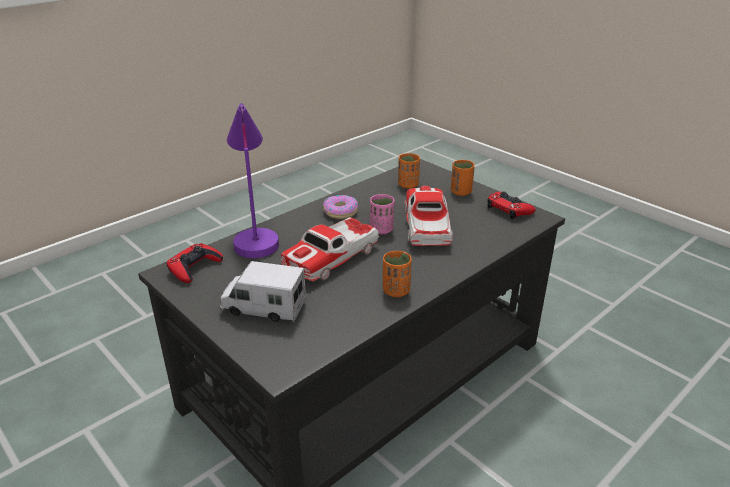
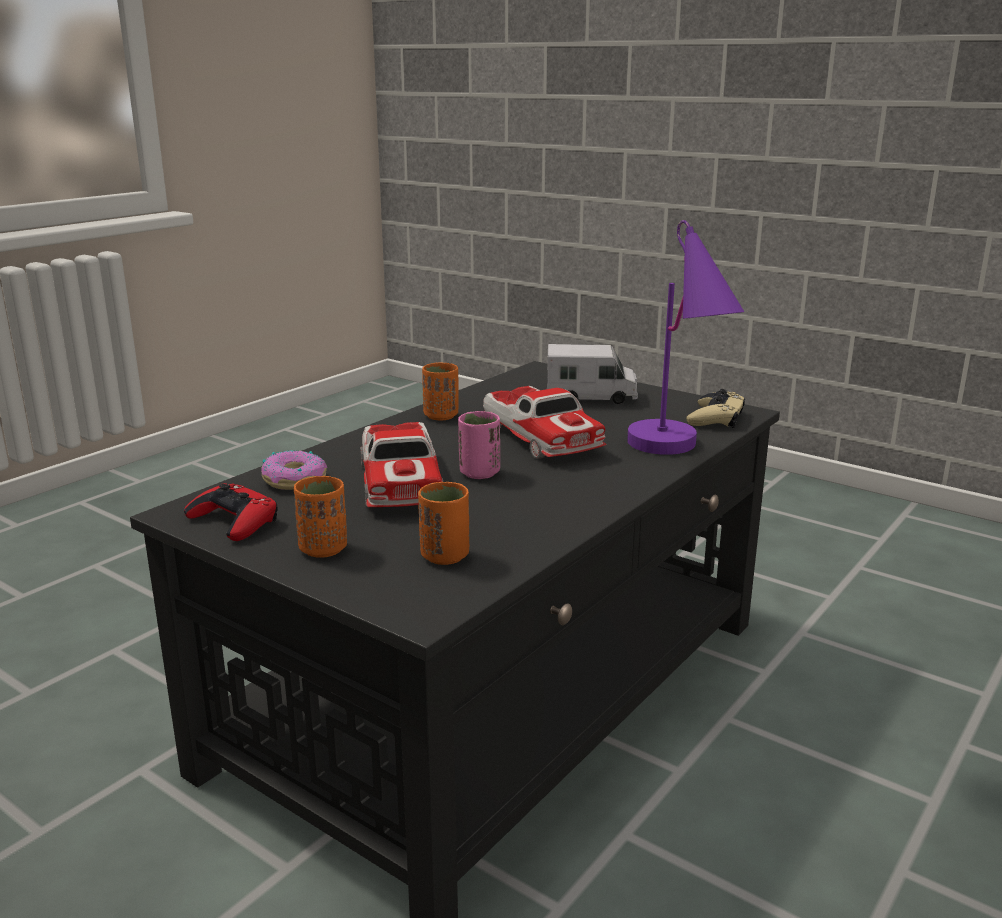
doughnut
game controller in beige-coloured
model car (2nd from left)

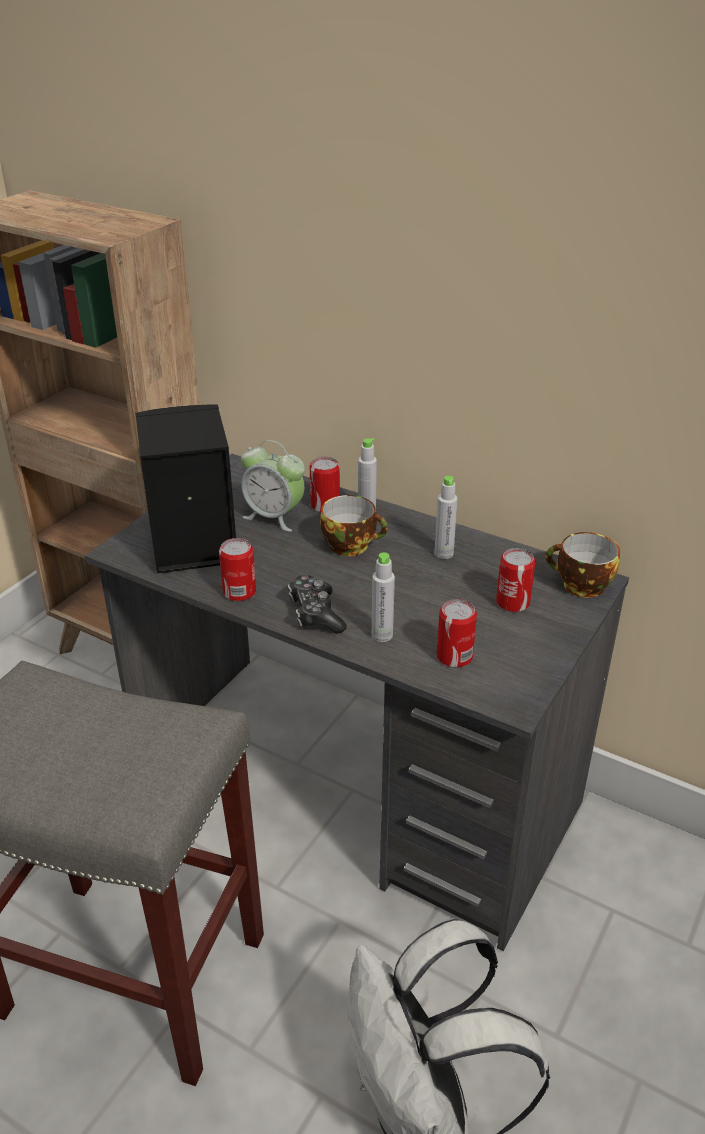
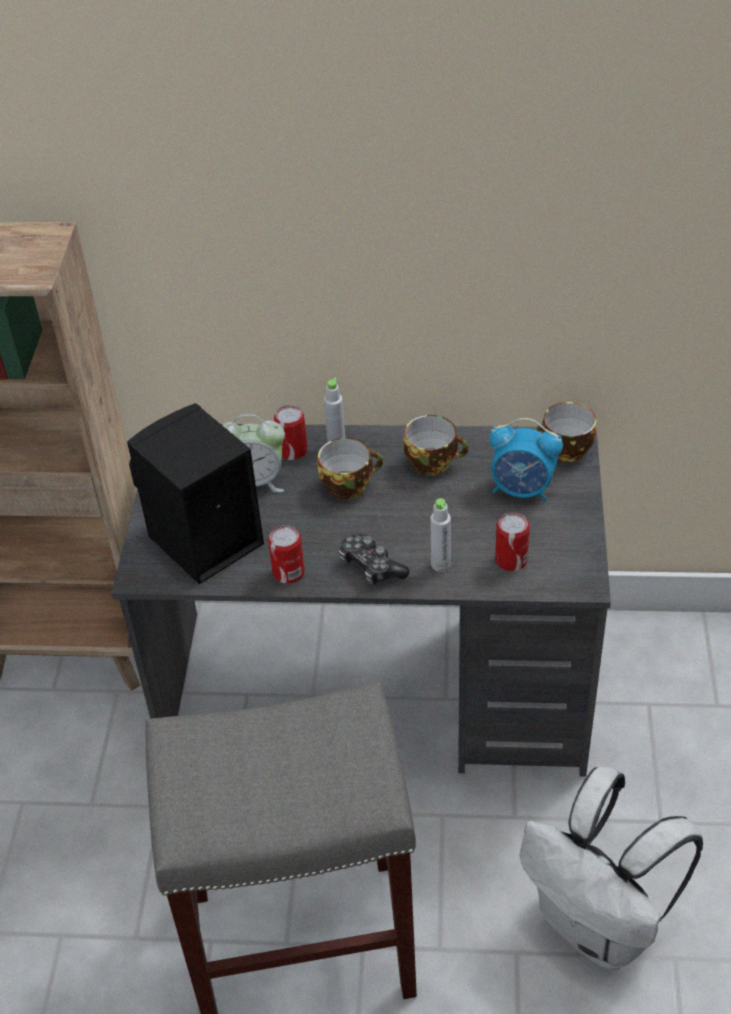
drinking cup (2nd from left)
alarm clock (2nd from left)

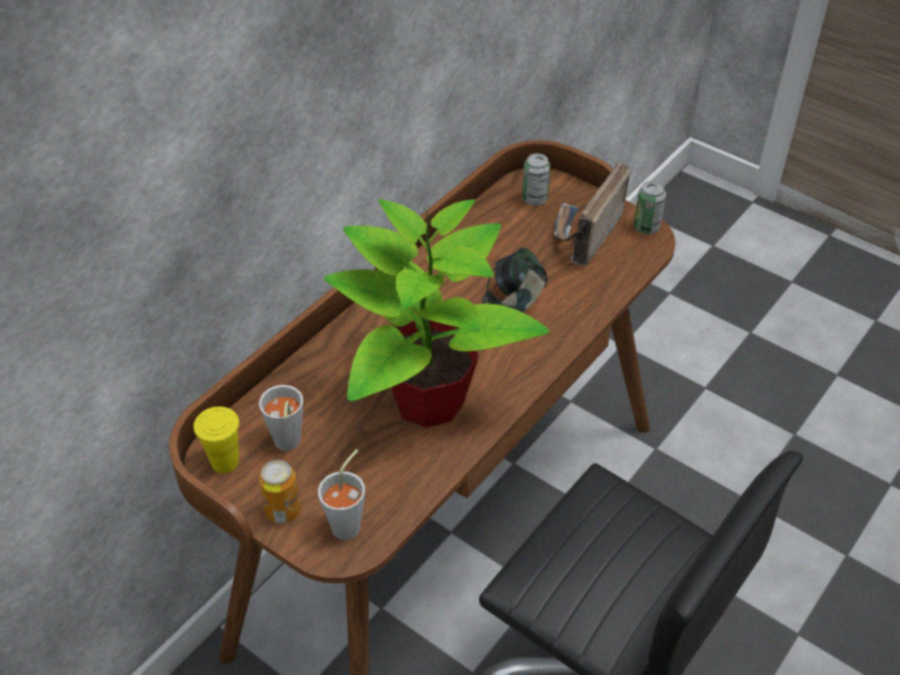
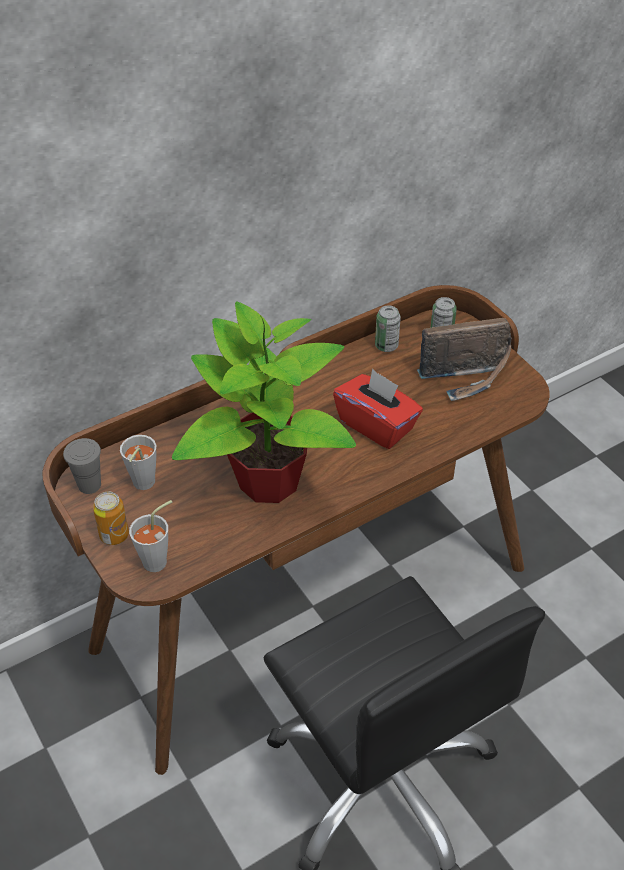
can (2nd from left)
box of tissues in reddish
drinking cup in grey (1st from left)
radio set

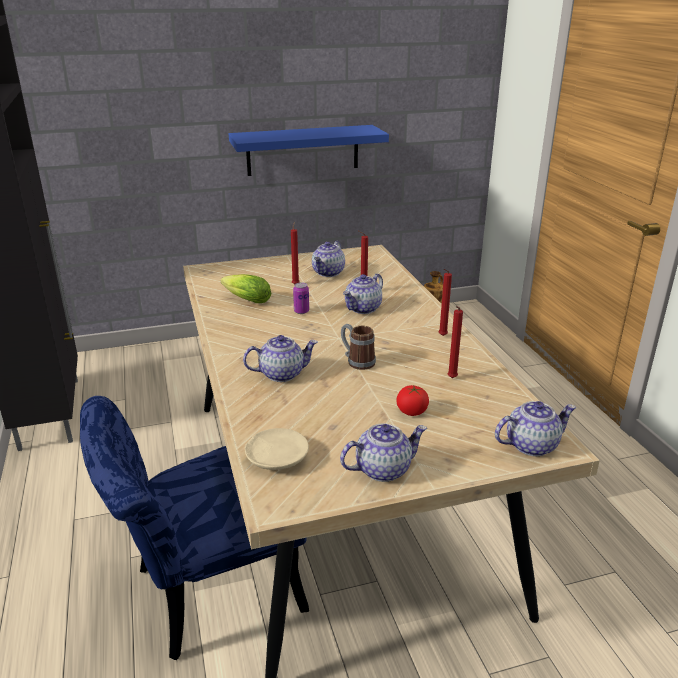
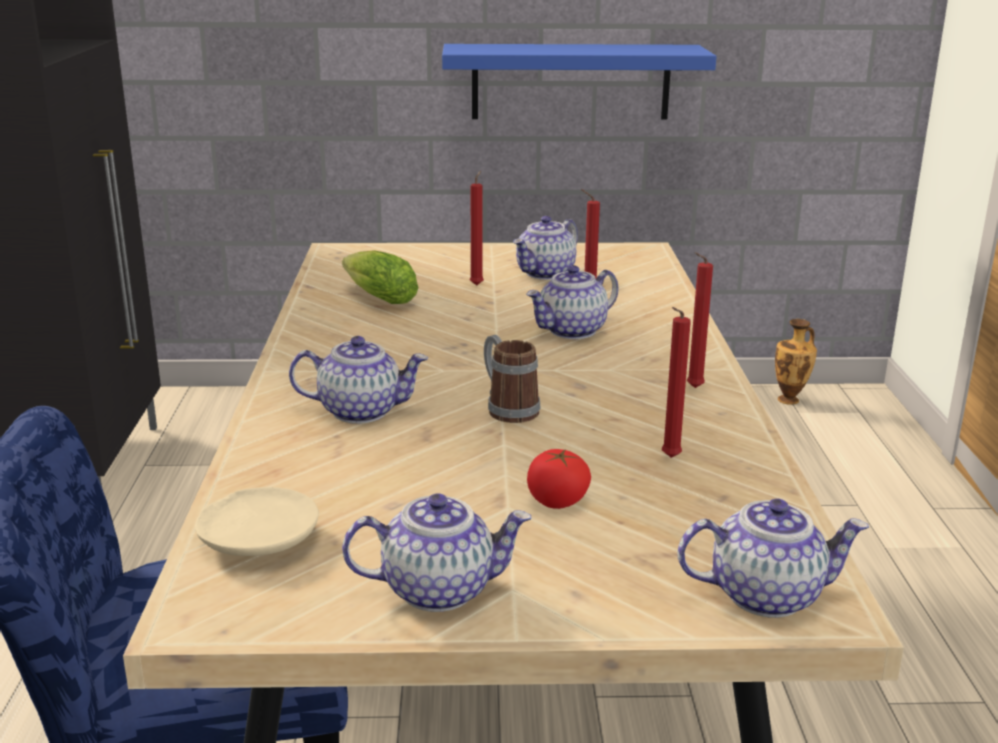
can

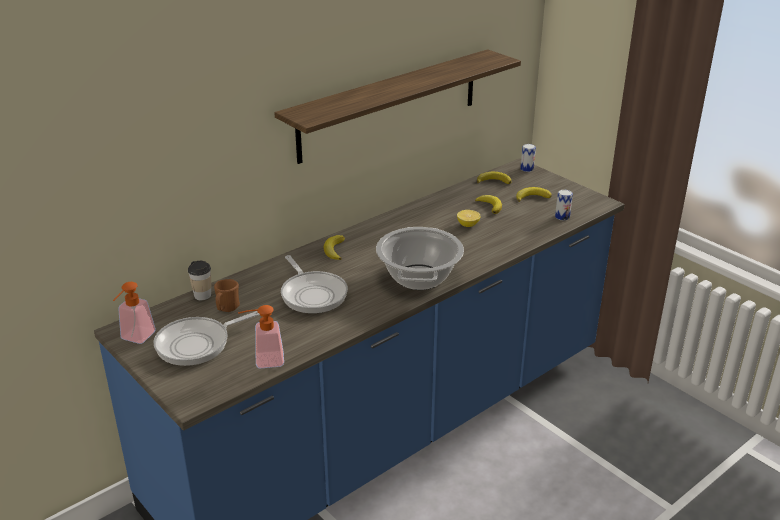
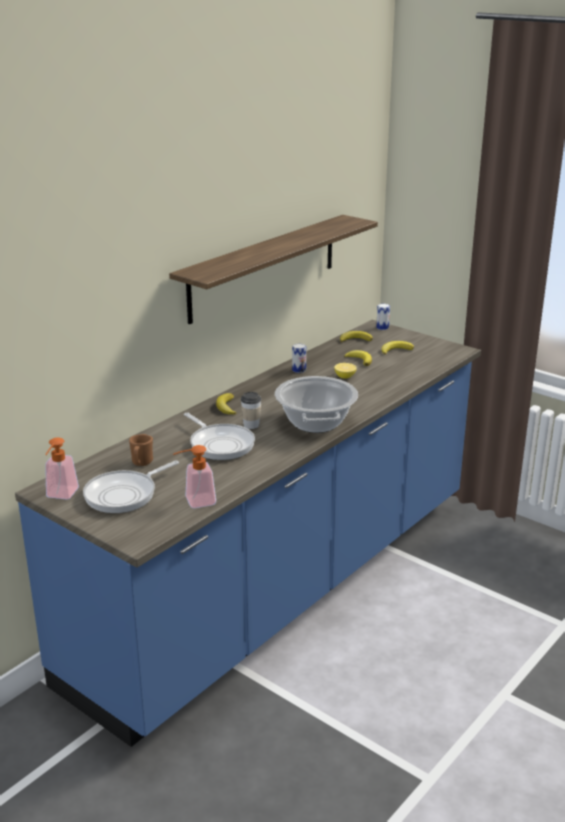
drinking cup
can (1st from left)

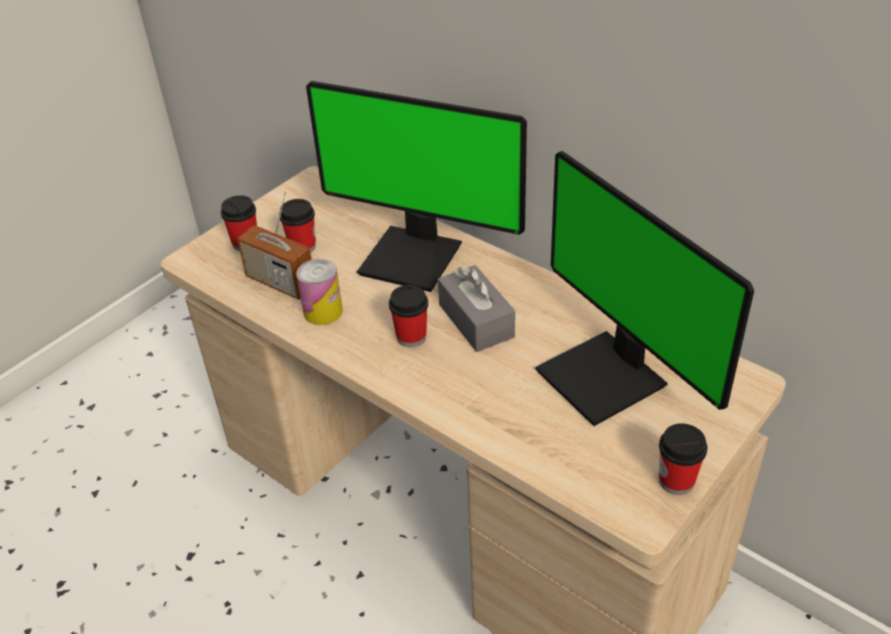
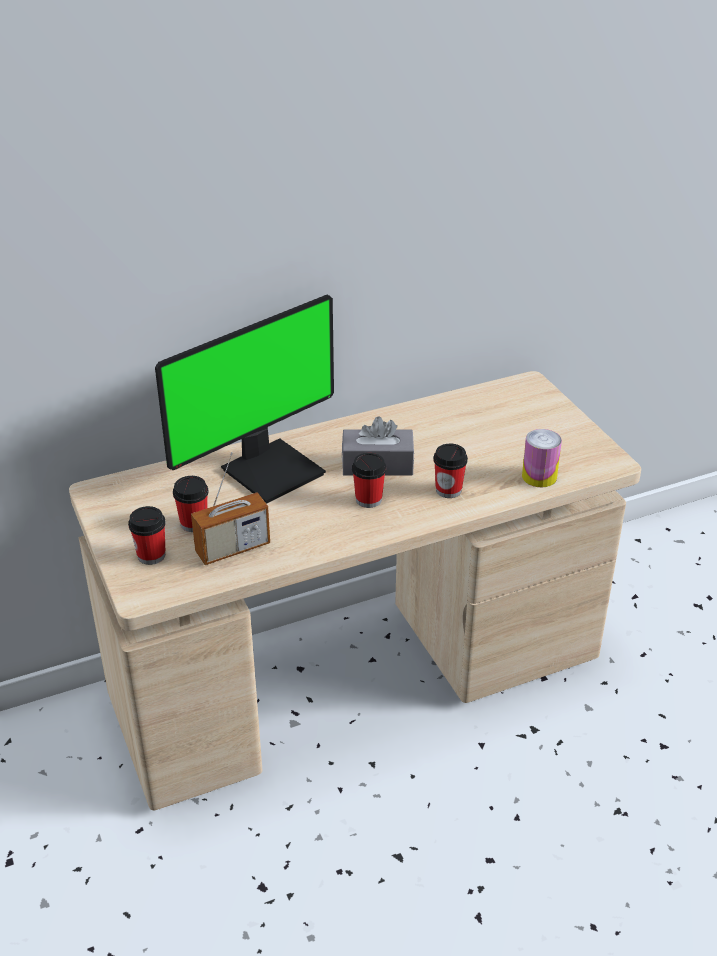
monitor (2nd from left in the first image)
can
drinking cup (4th from left)

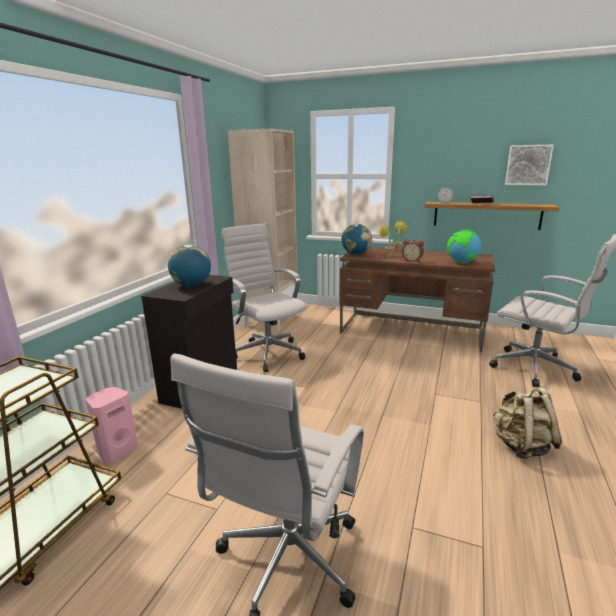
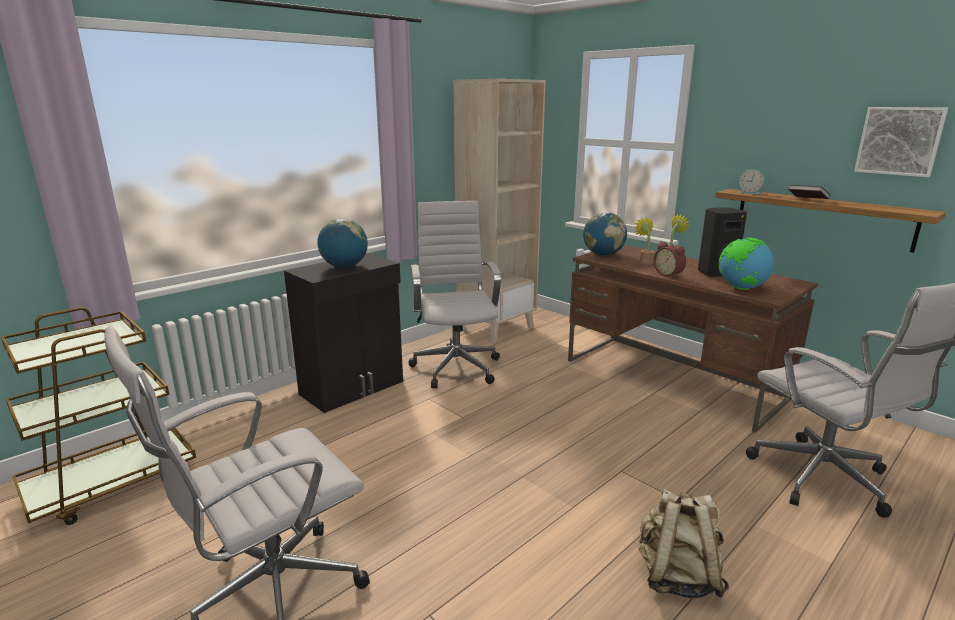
audio speaker in pink-coloured
audio speaker in blackish

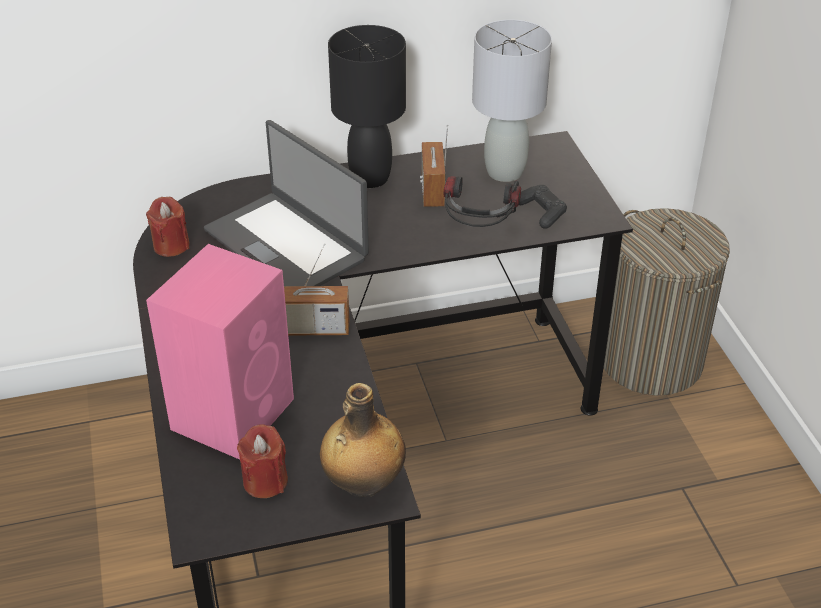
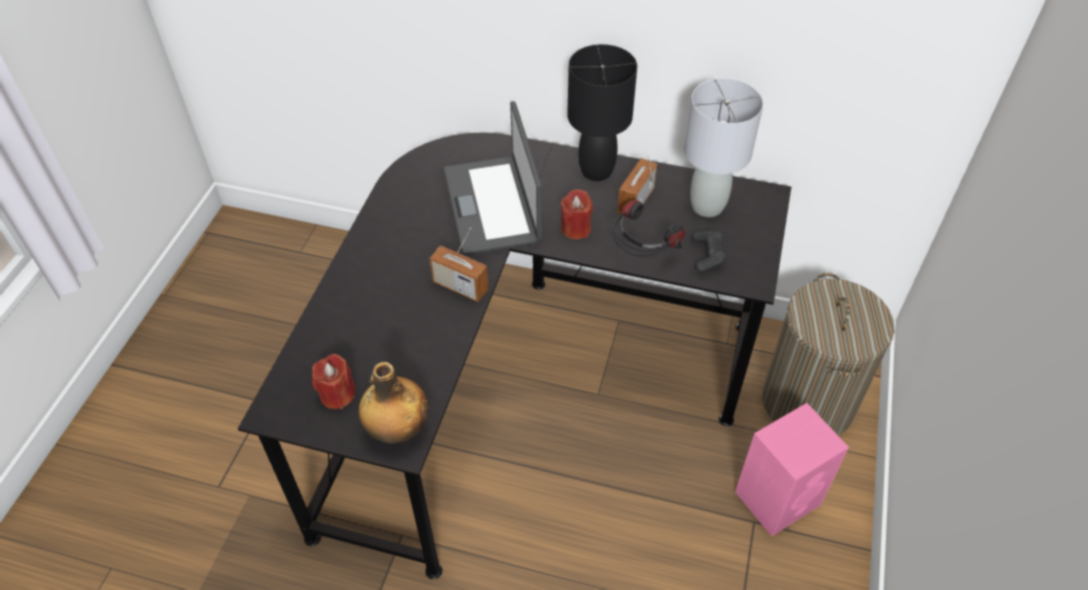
wax light in reddish (2nd from left)
audio speaker in pink-coloured

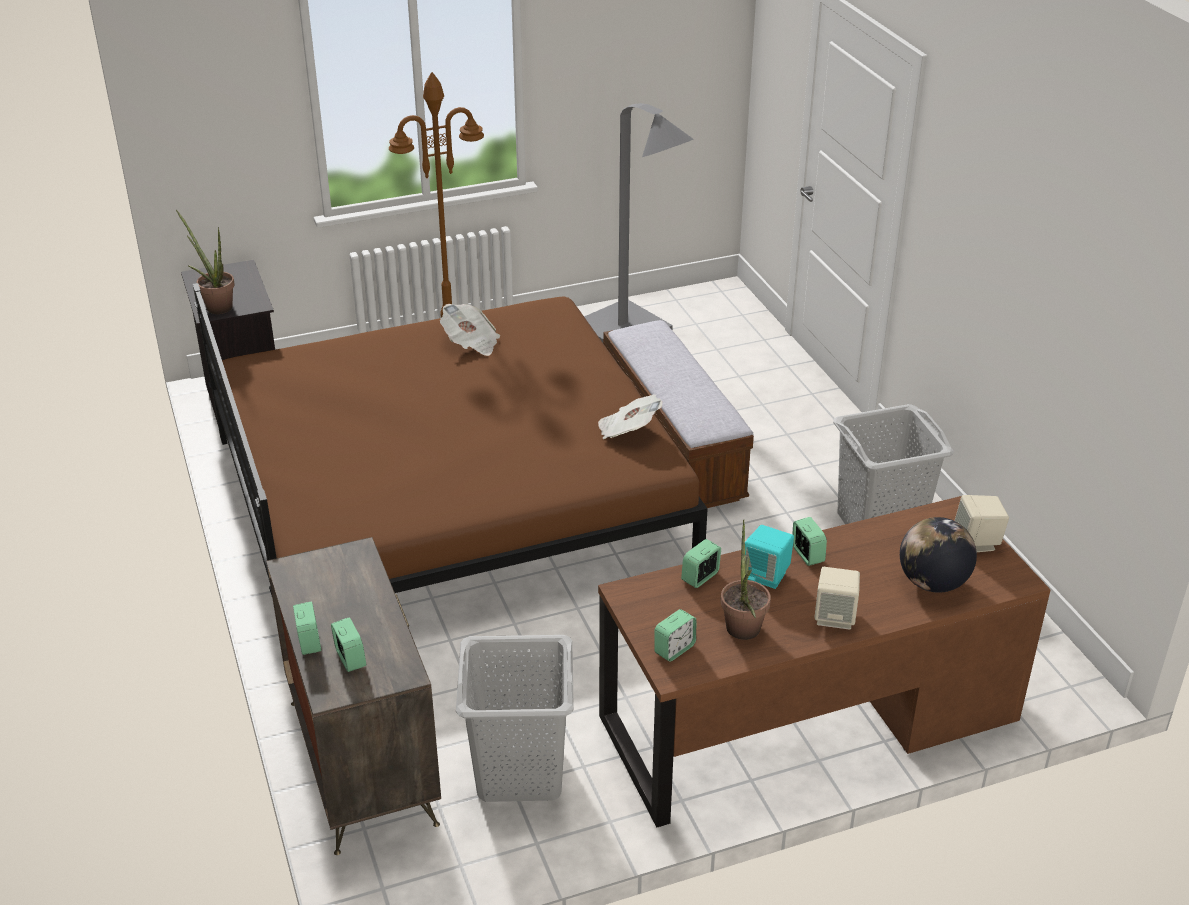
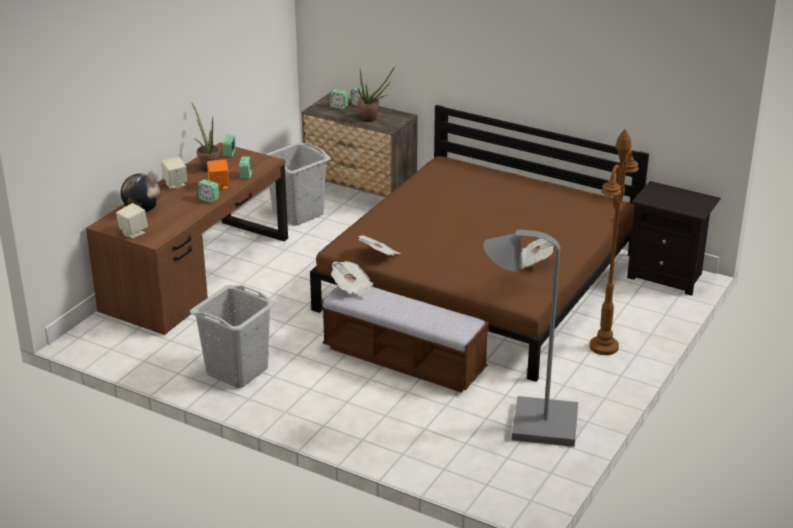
daily paper (1st from left)
plant in a pot (2nd from left)
audio speaker in orange-coloured

